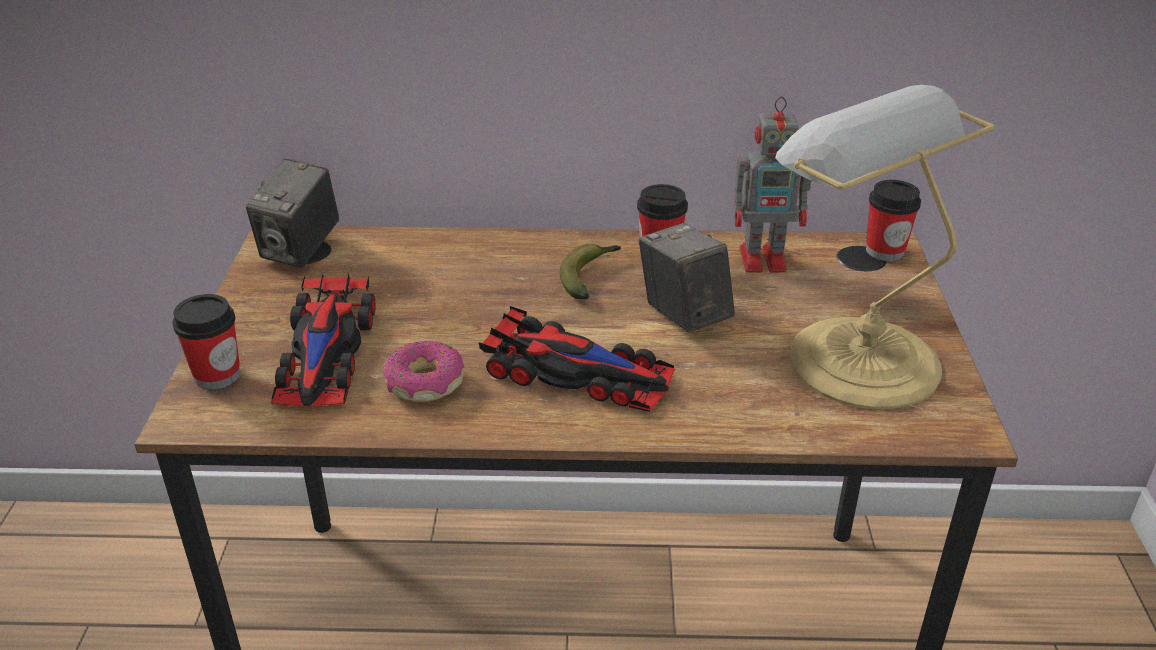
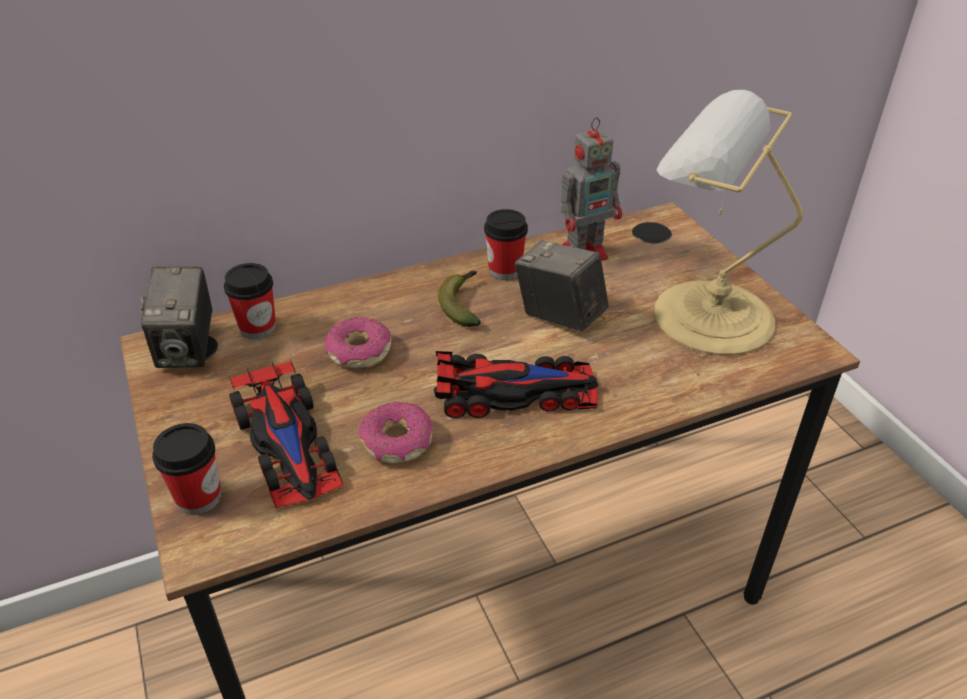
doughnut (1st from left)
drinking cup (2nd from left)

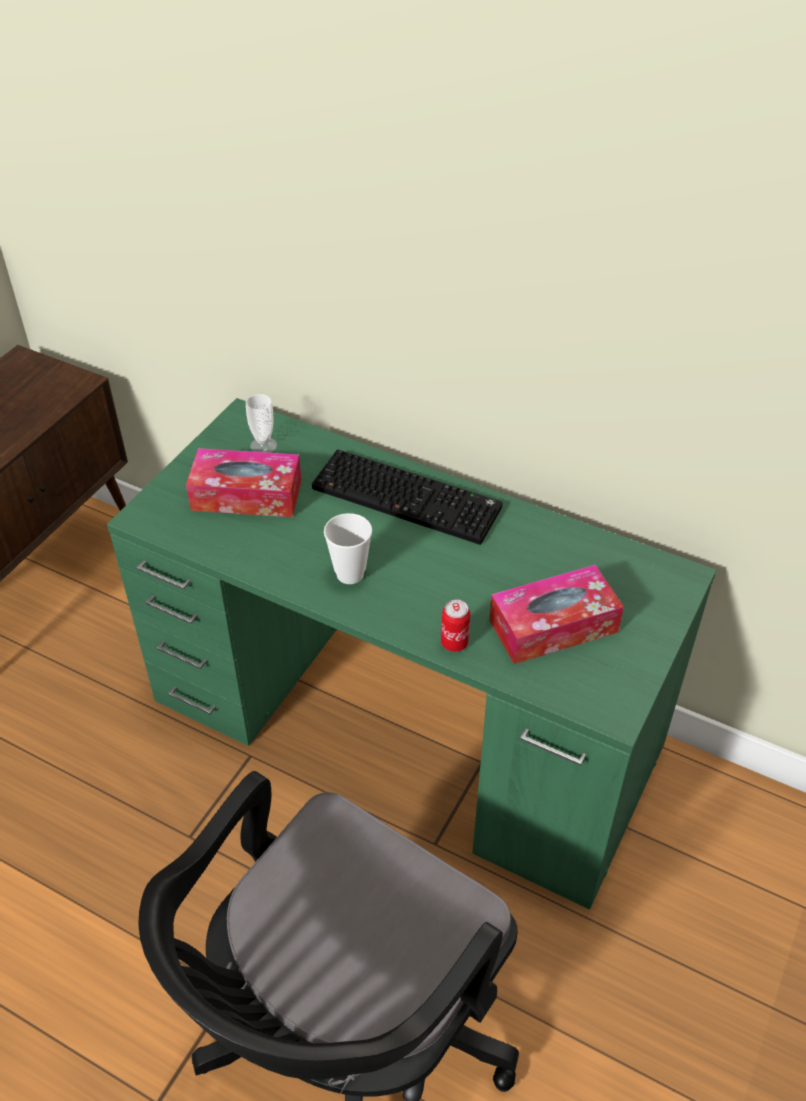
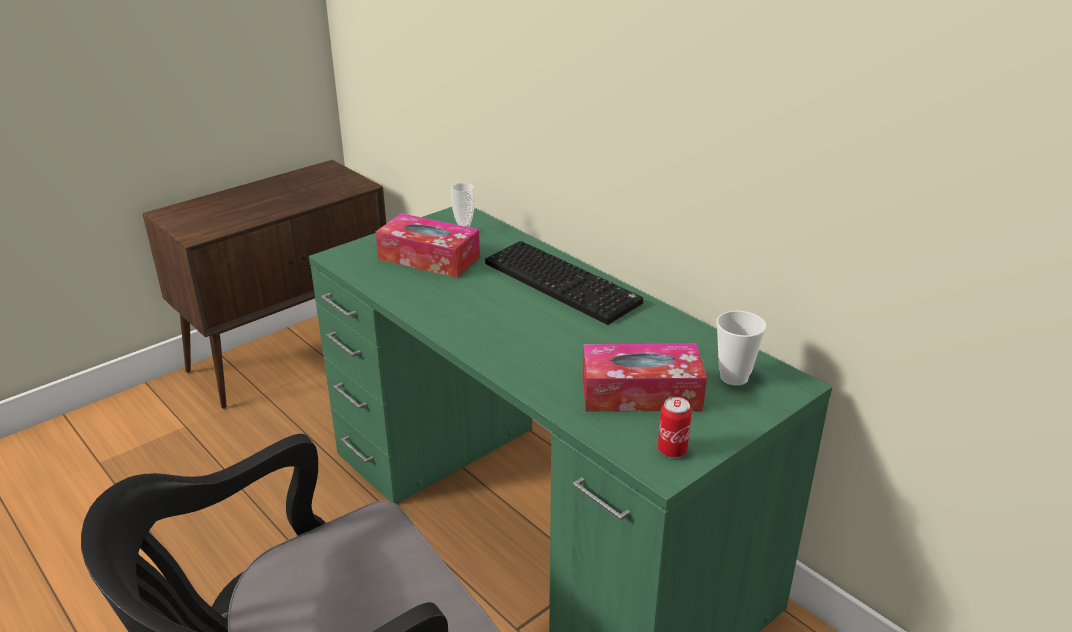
drinking cup (2nd from left)
can

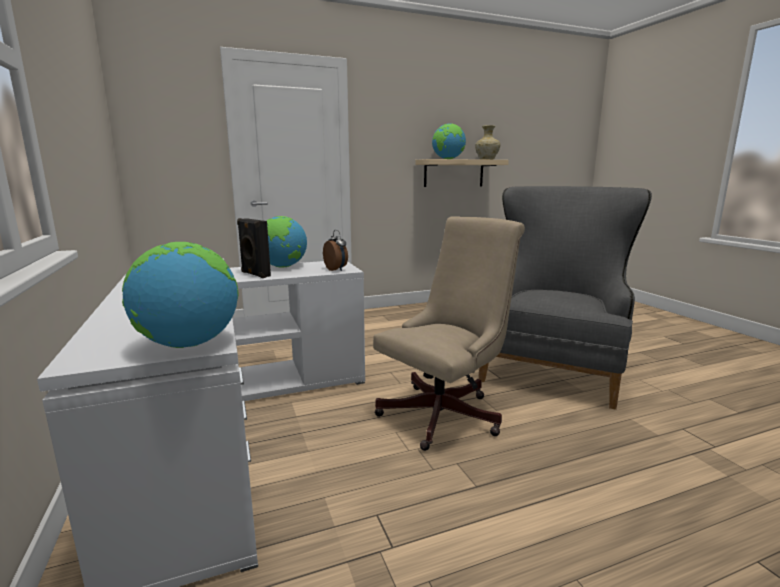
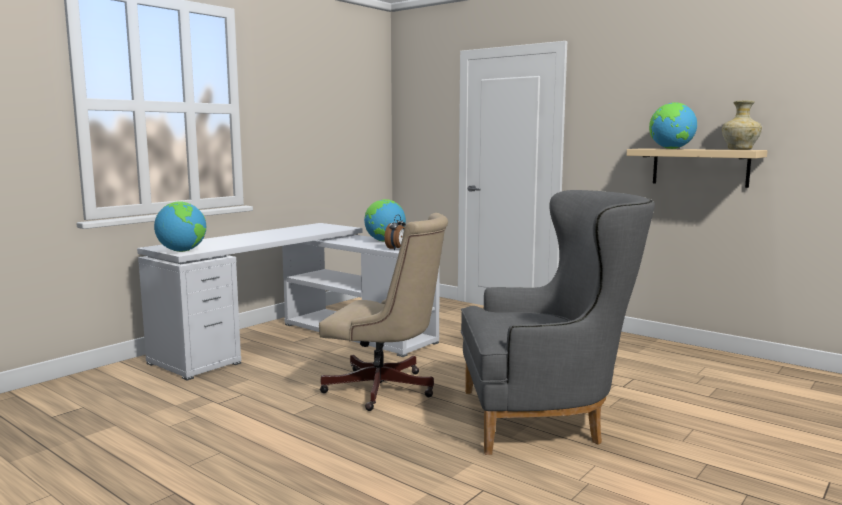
audio speaker in blackish

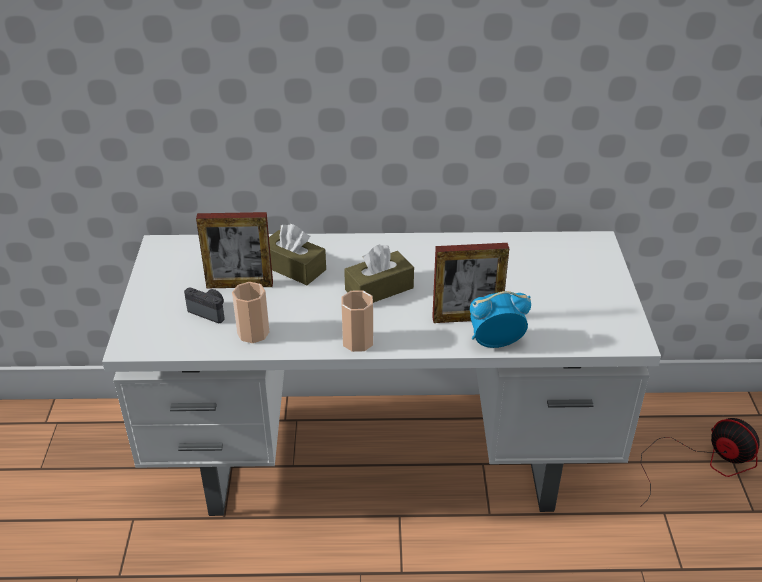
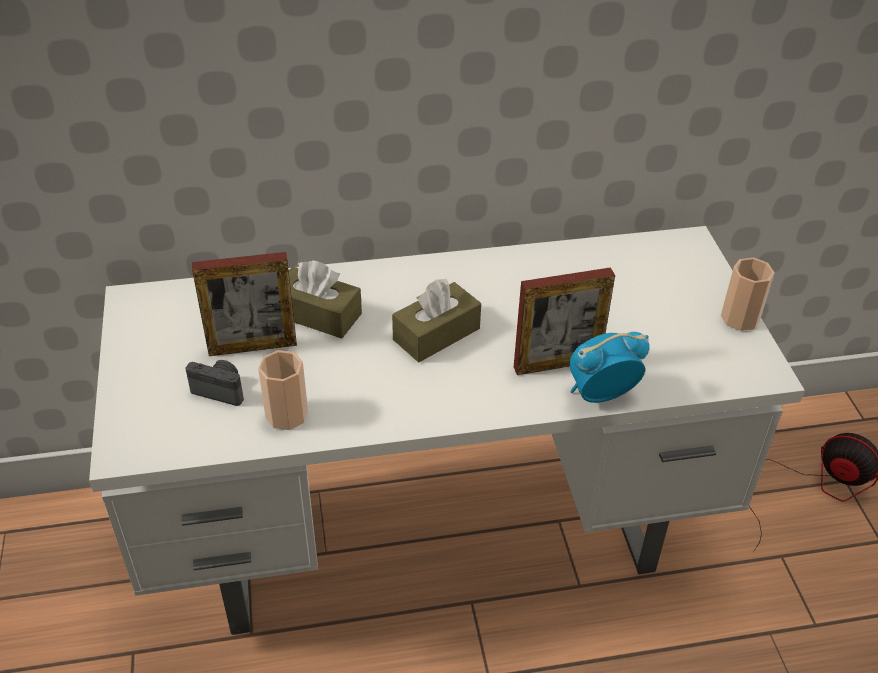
drinking cup (2nd from left)

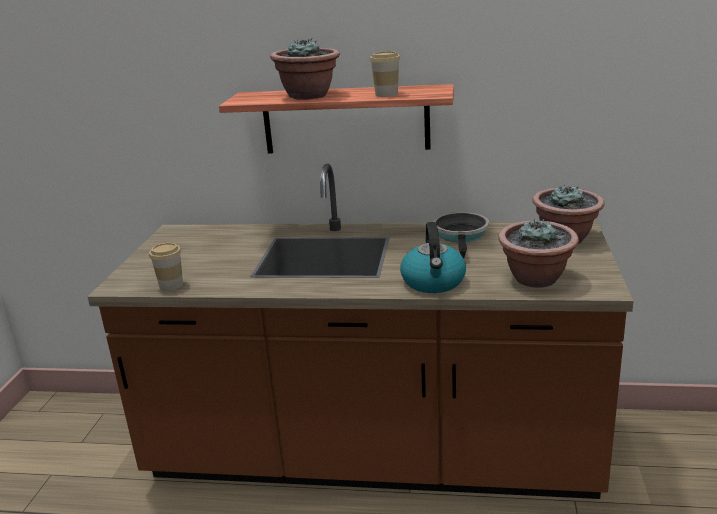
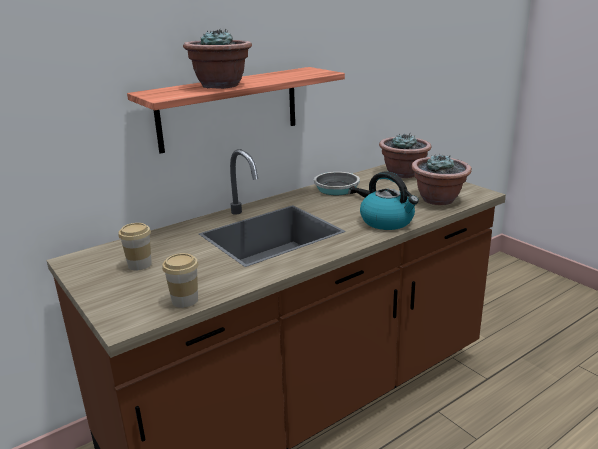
drinking cup (1st from left)

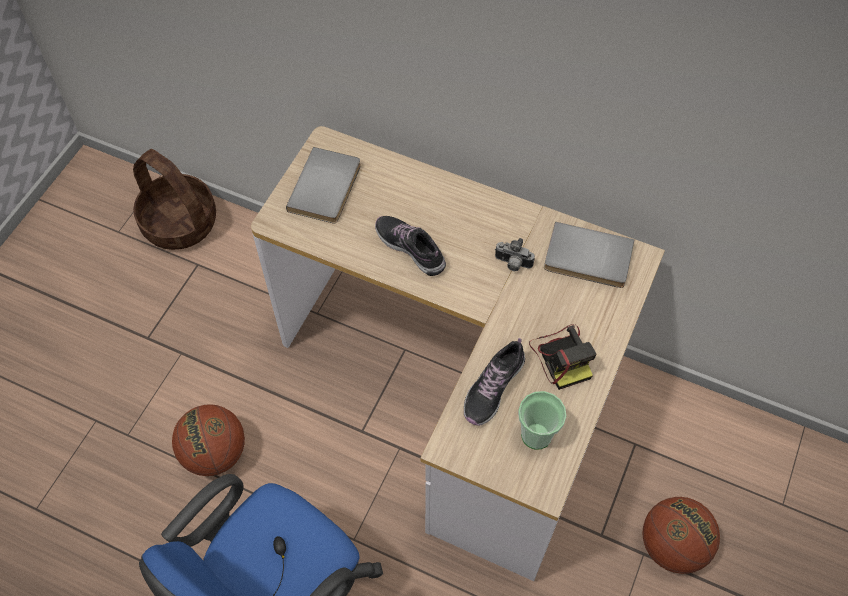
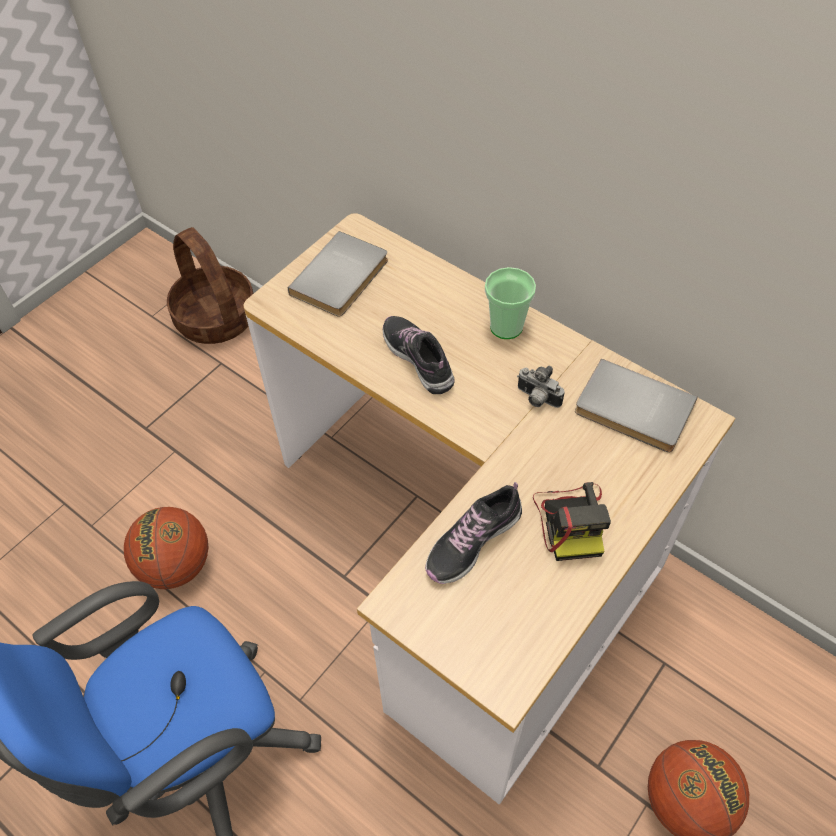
drinking cup

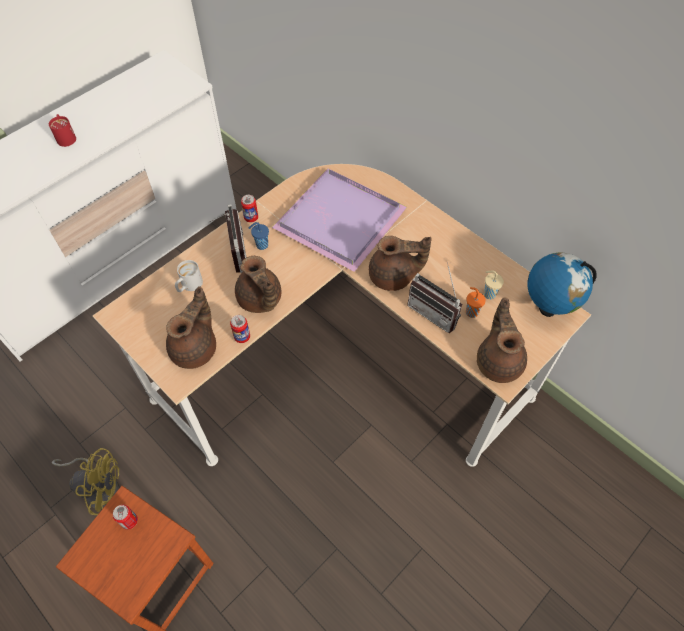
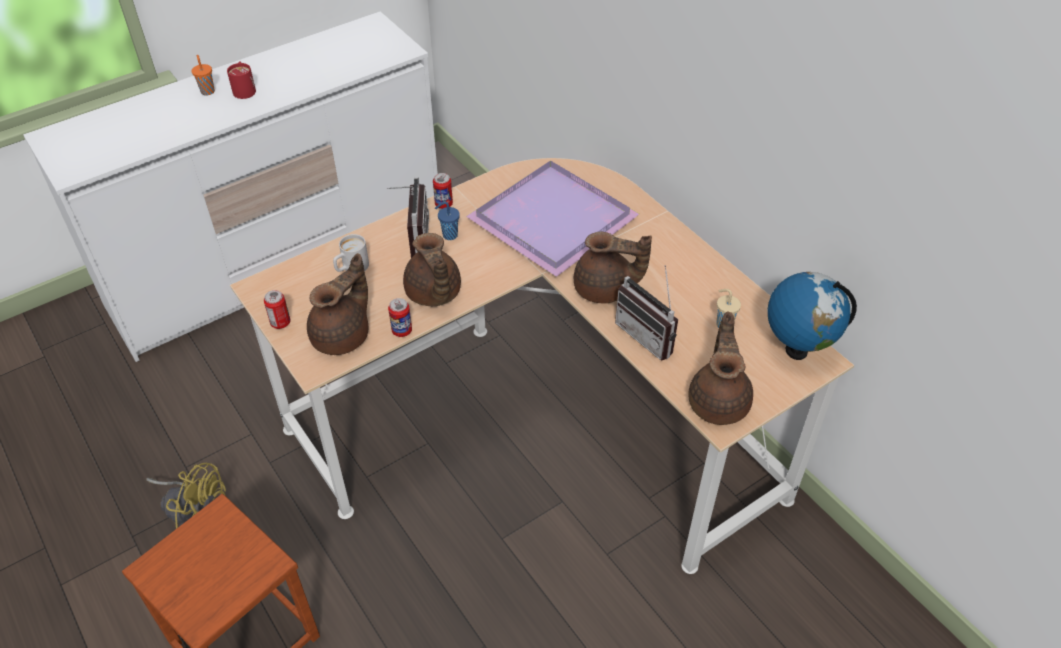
can (1st from left)
drinking cup in orange-coloured

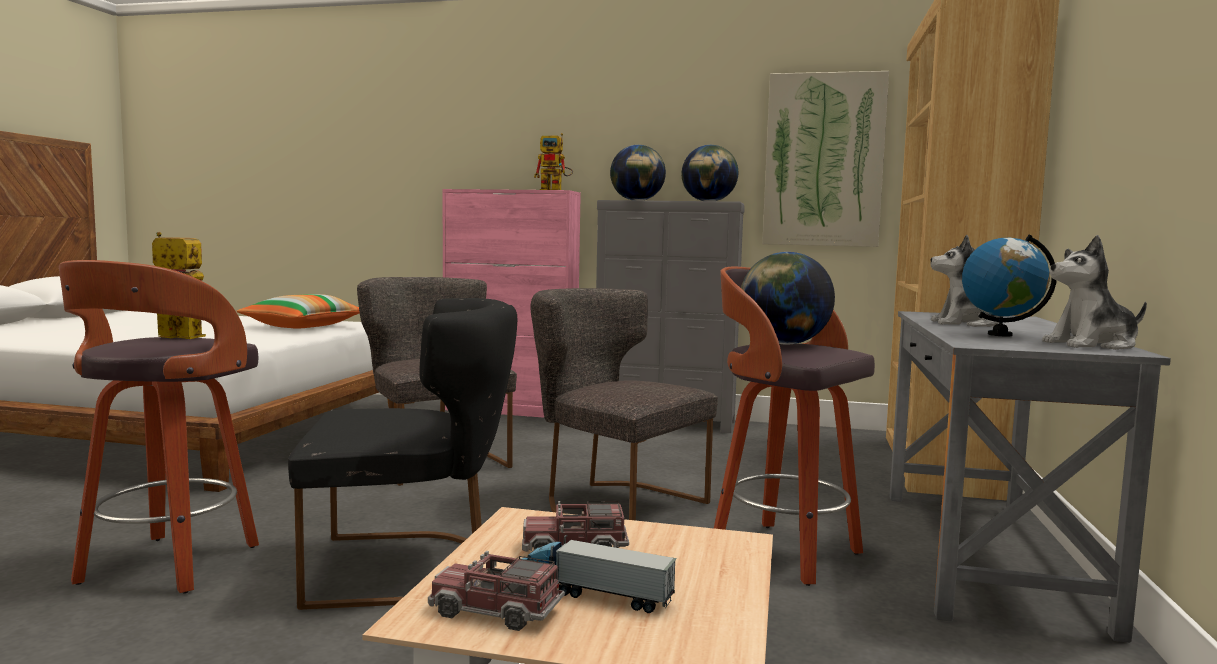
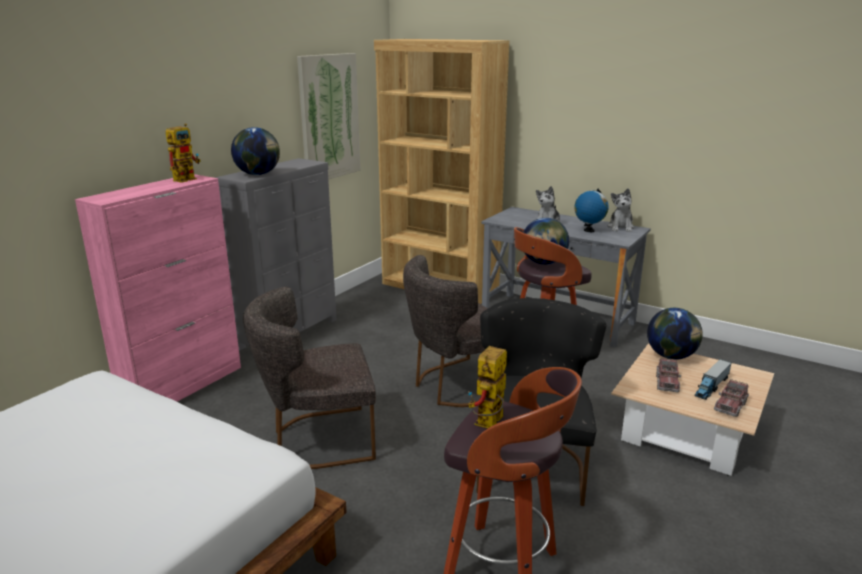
pillow
desk globe (4th from left)

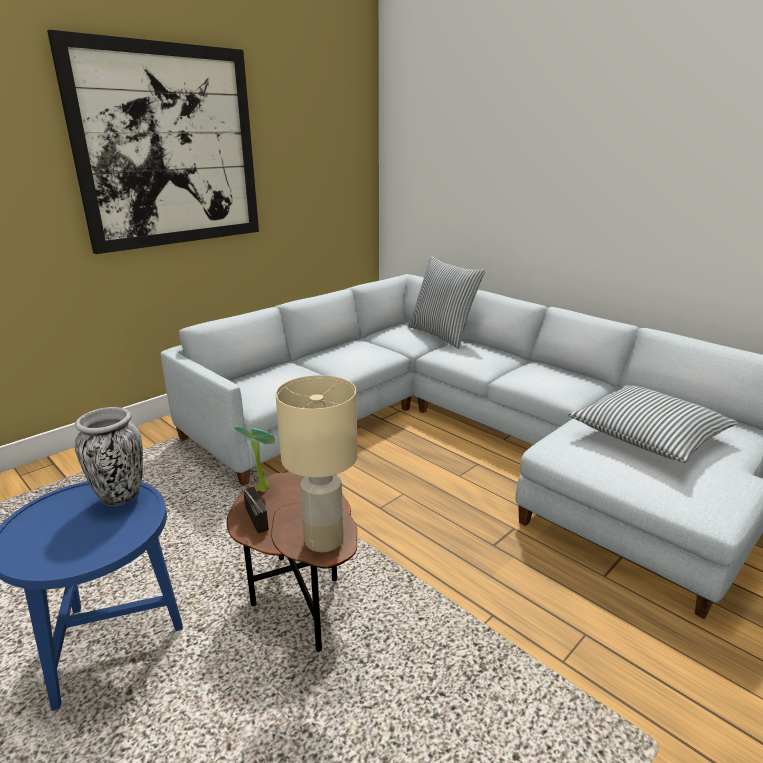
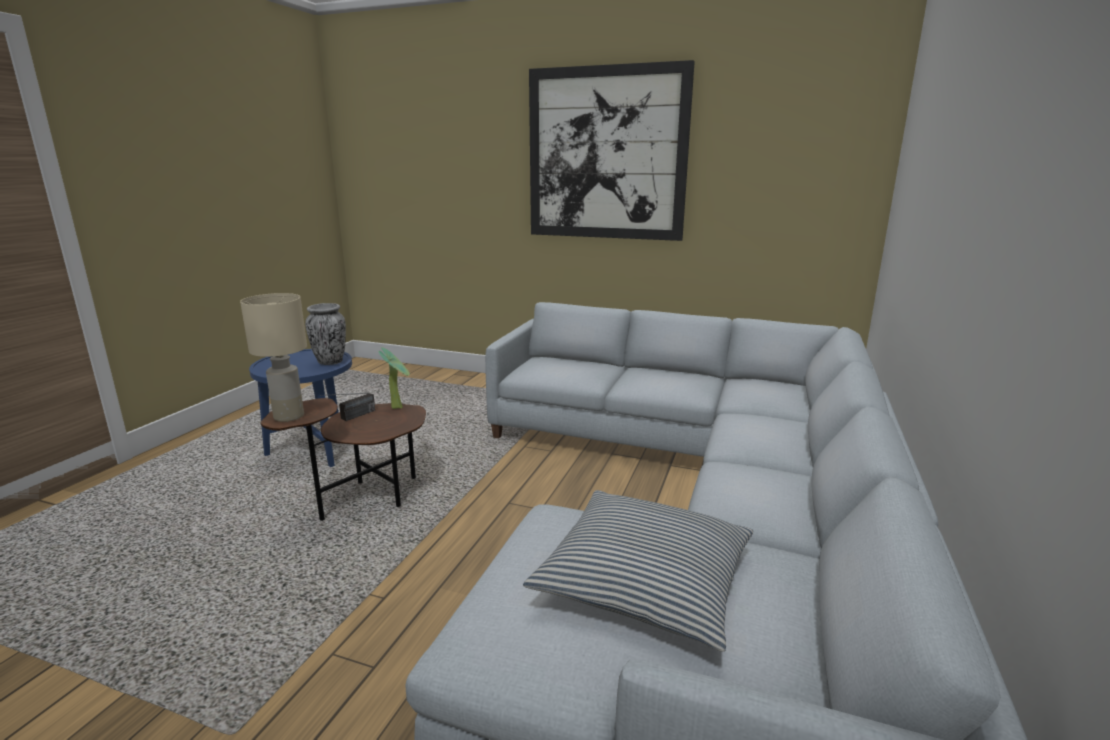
pillow (1st from left in the first image)

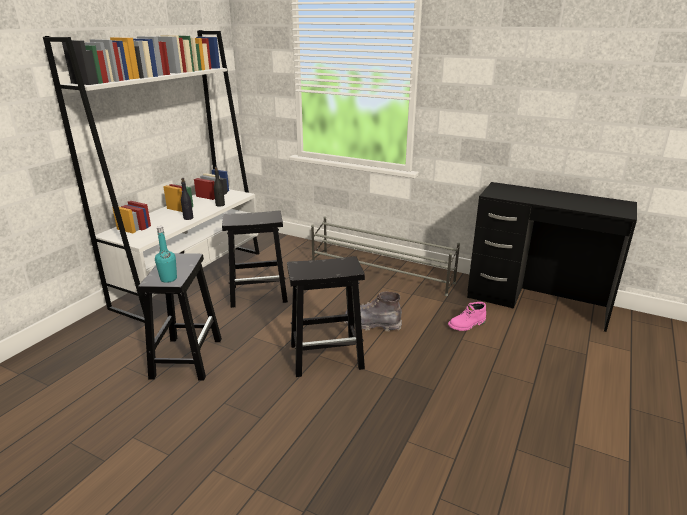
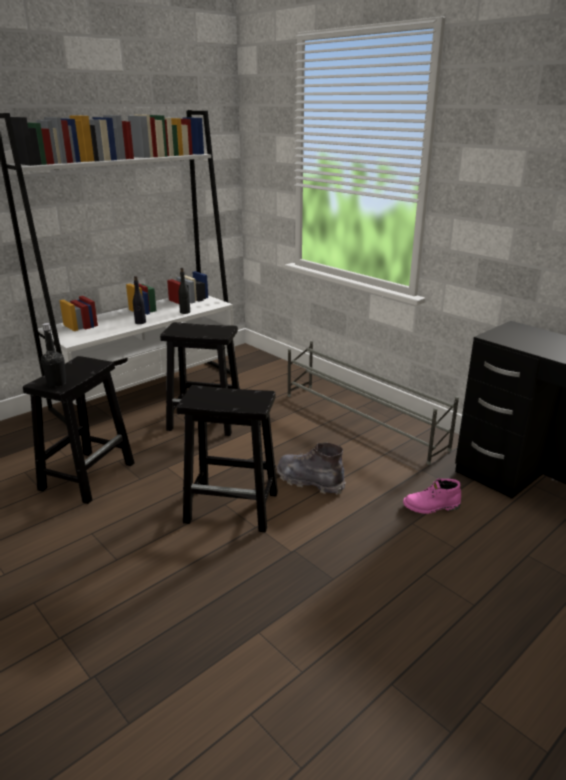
drink bottle in blackish (1st from left)

